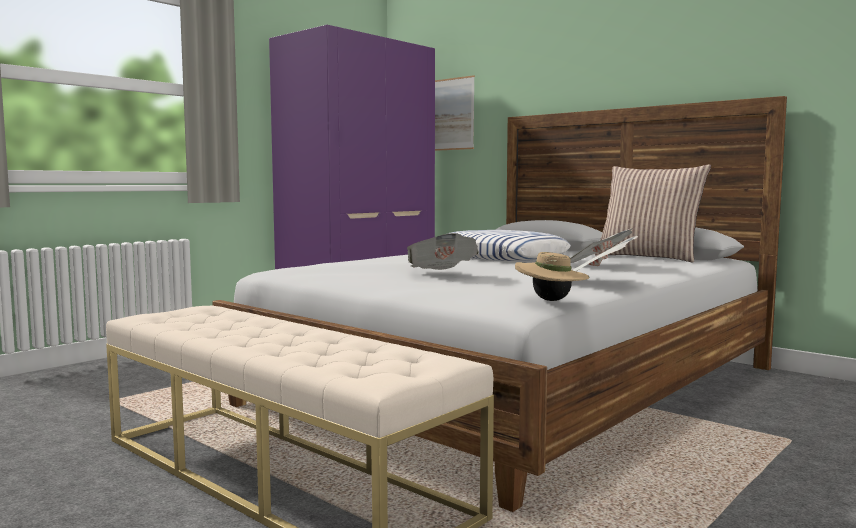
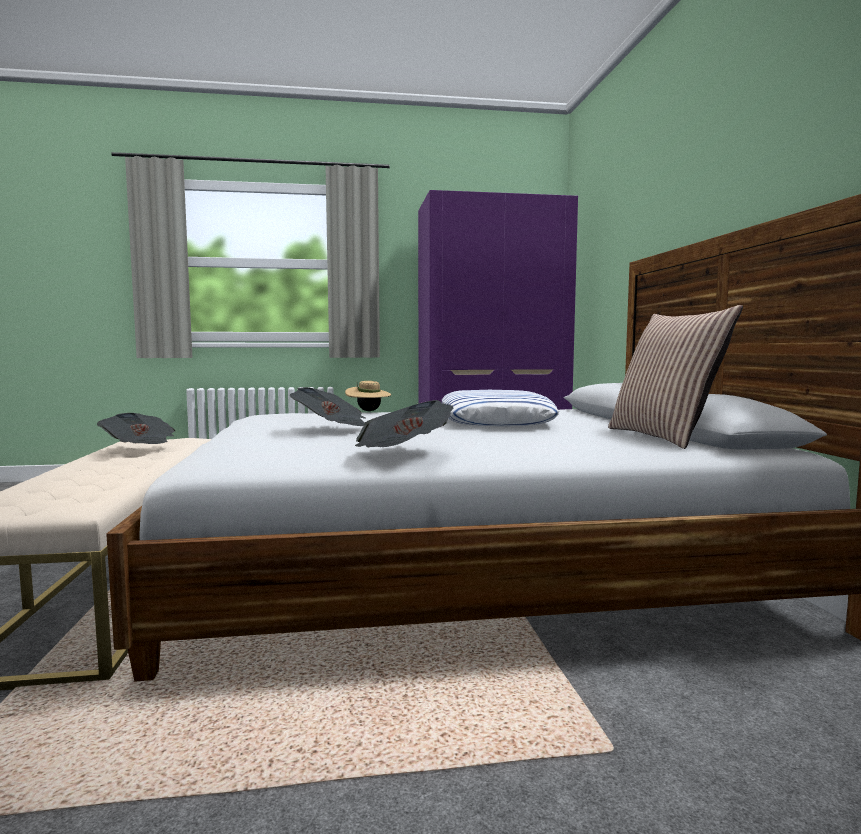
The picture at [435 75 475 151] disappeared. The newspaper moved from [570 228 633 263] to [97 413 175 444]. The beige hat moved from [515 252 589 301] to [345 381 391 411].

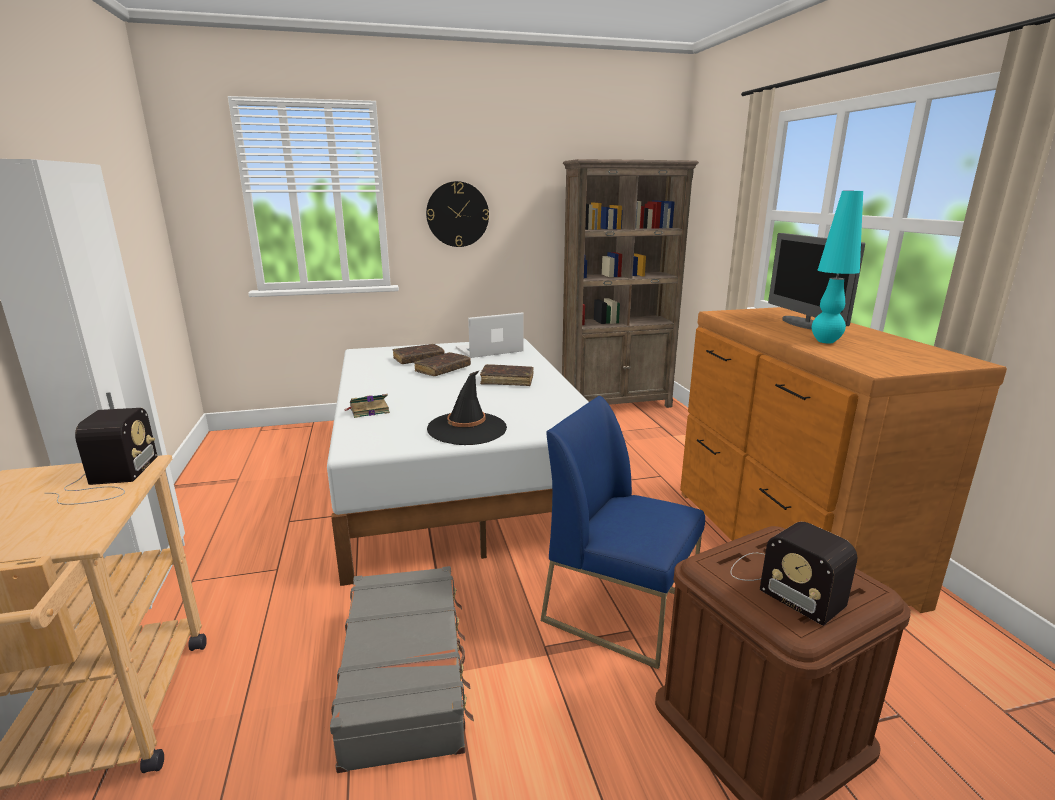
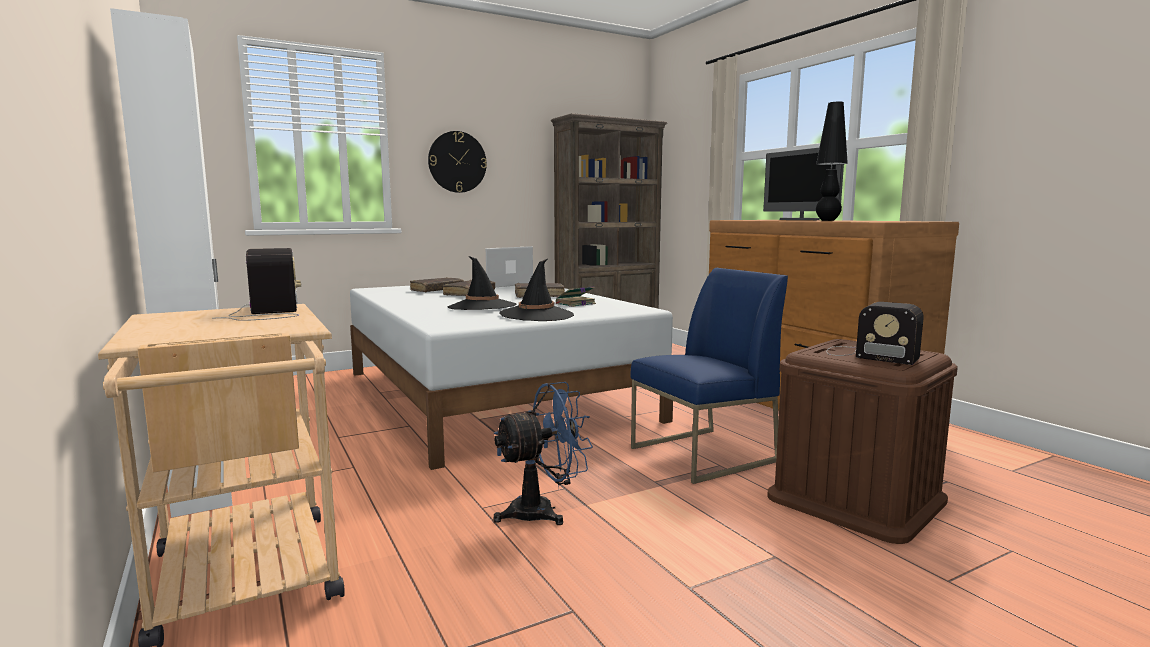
The turquoise table lamp at [812 191 863 344] became the black table lamp at [816 102 848 221]. The book moved from [344 394 390 418] to [556 287 596 307]. The blue chair at [541 396 705 669] turned 135 degrees clockwise. The grey suitcase at [330 566 474 773] was replaced by the blue fan at [493 382 593 525]. The black hat at [448 256 516 310] appeared.

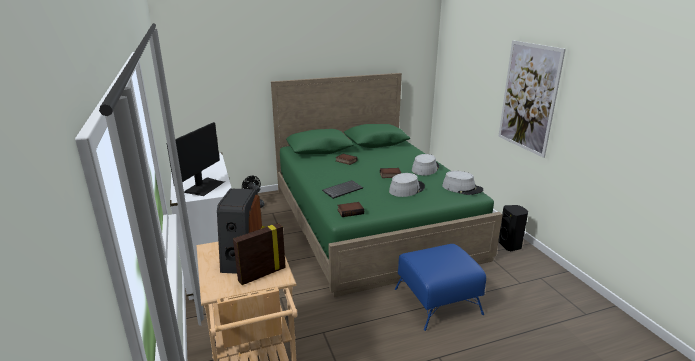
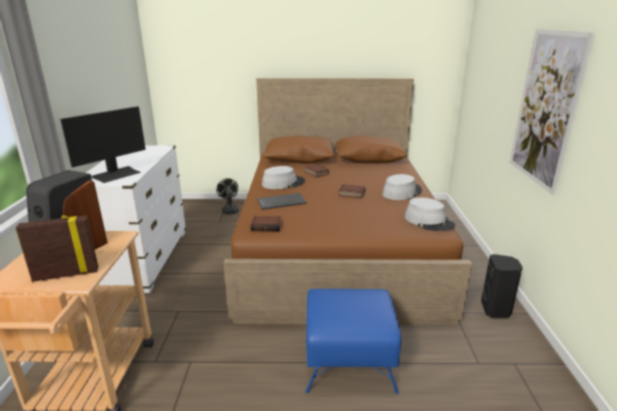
The green bed at [271 73 503 297] became the brown bed at [224 78 472 325]. The grey hat moved from [389 173 425 197] to [262 166 305 189].

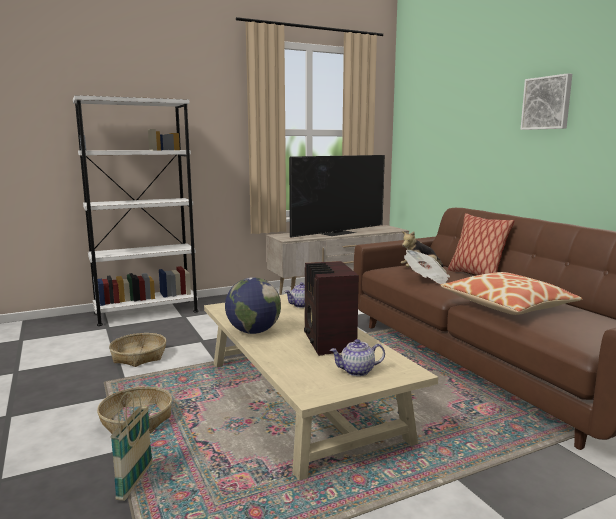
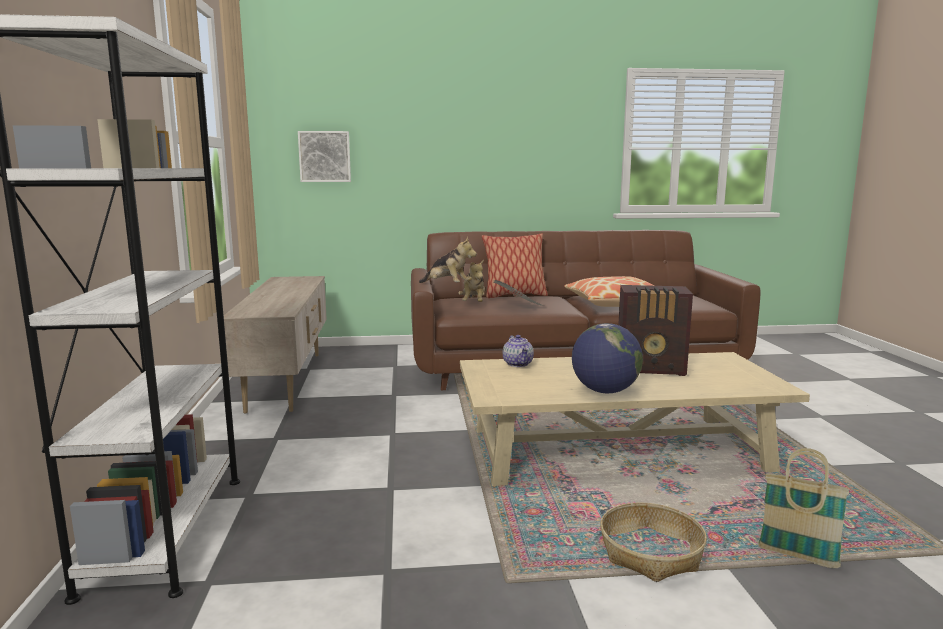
The picture moved from [520 73 572 130] to [298 131 351 182]. The television at [289 155 385 237] disappeared. The basket at [109 333 166 367] disappeared. The teapot at [330 339 385 376] disappeared. The plush toy at [419 237 477 283] appeared.

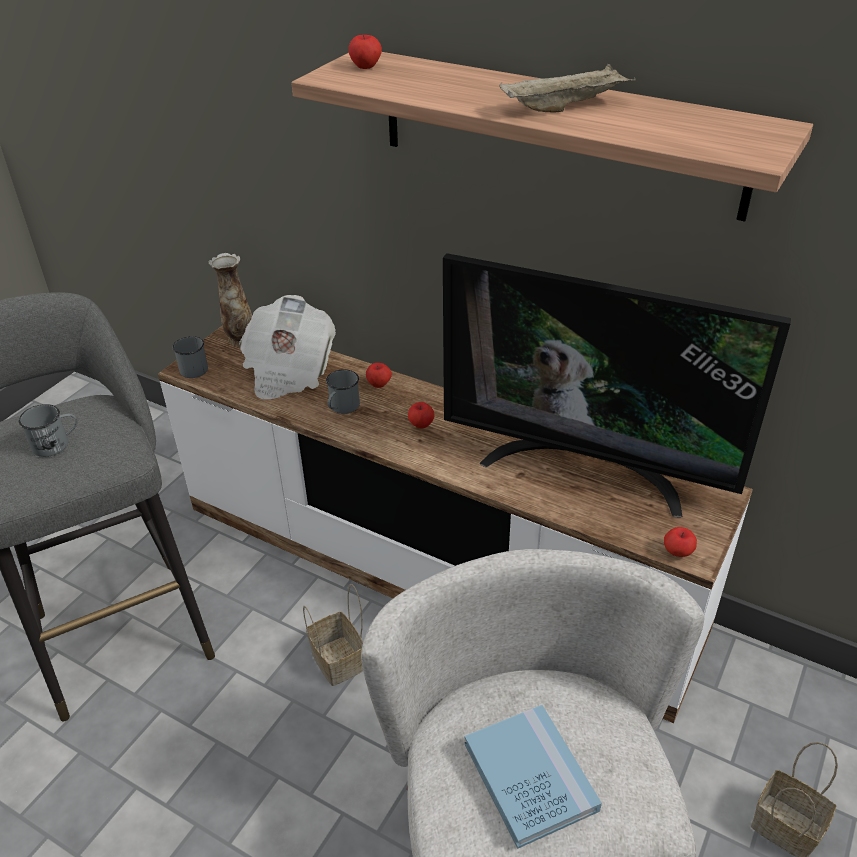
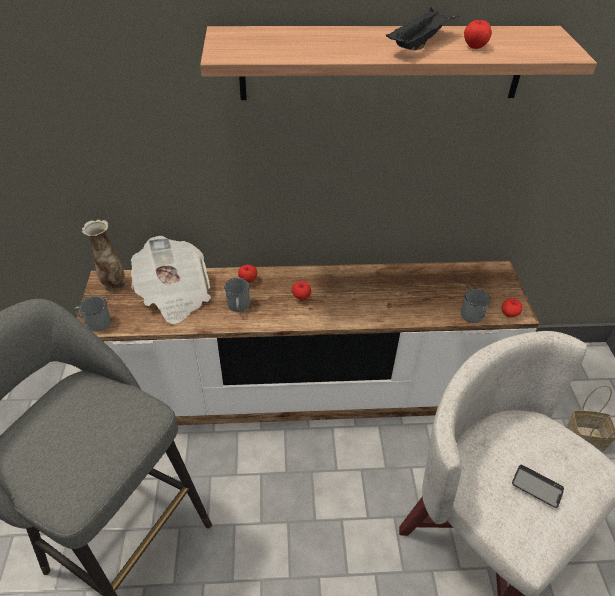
The apple moved from [349 35 382 69] to [464 20 492 49]. The beige tray at [499 64 636 113] became the black tray at [386 7 459 50]. The television at [443 253 791 517] disappeared. The grey mug moved from [19 404 77 457] to [461 289 491 323]. The basket at [303 584 363 686] disappeared. The blue book at [465 705 602 849] was replaced by the phone at [512 465 564 508].

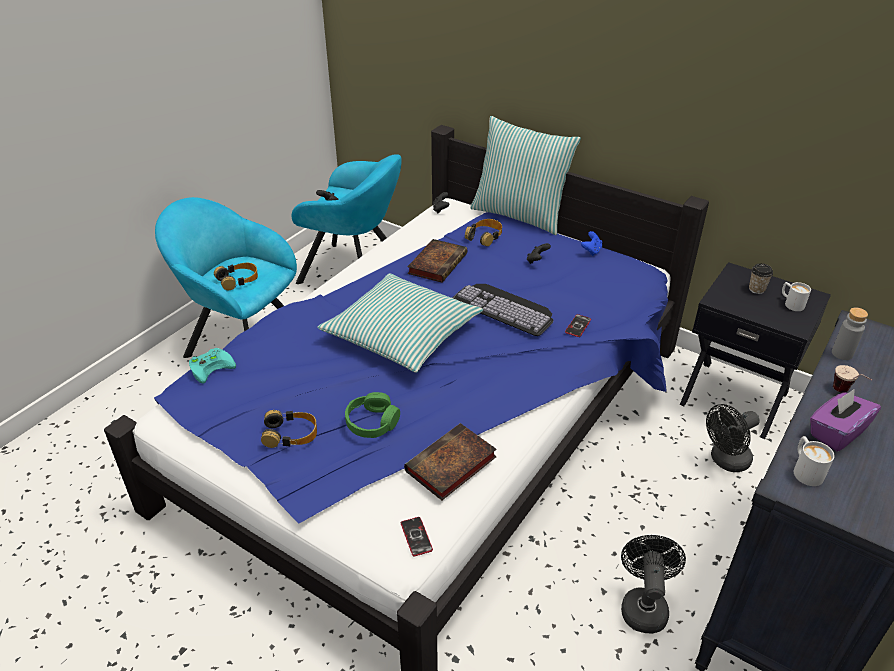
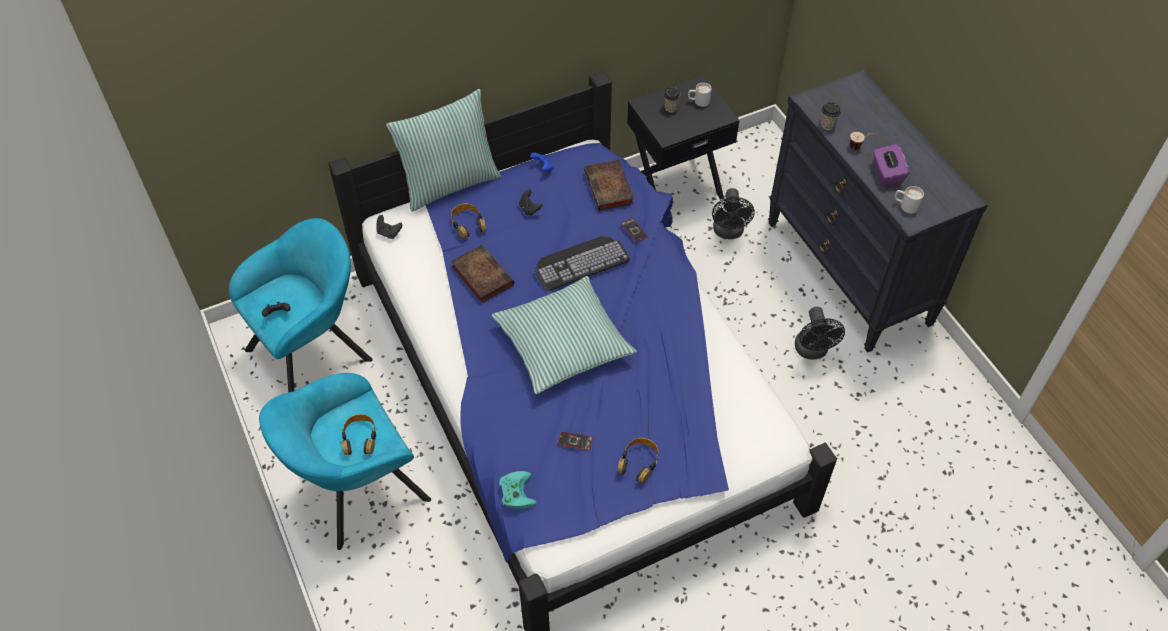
The grey bottle at [832 308 868 360] was replaced by the cup at [821 102 841 130]. The green headphones at [345 392 400 438] disappeared. The book moved from [404 423 497 500] to [584 160 634 211]. The phone moved from [401 517 433 556] to [558 432 593 450]. The black fan at [621 535 686 633] turned 135 degrees counterclockwise.

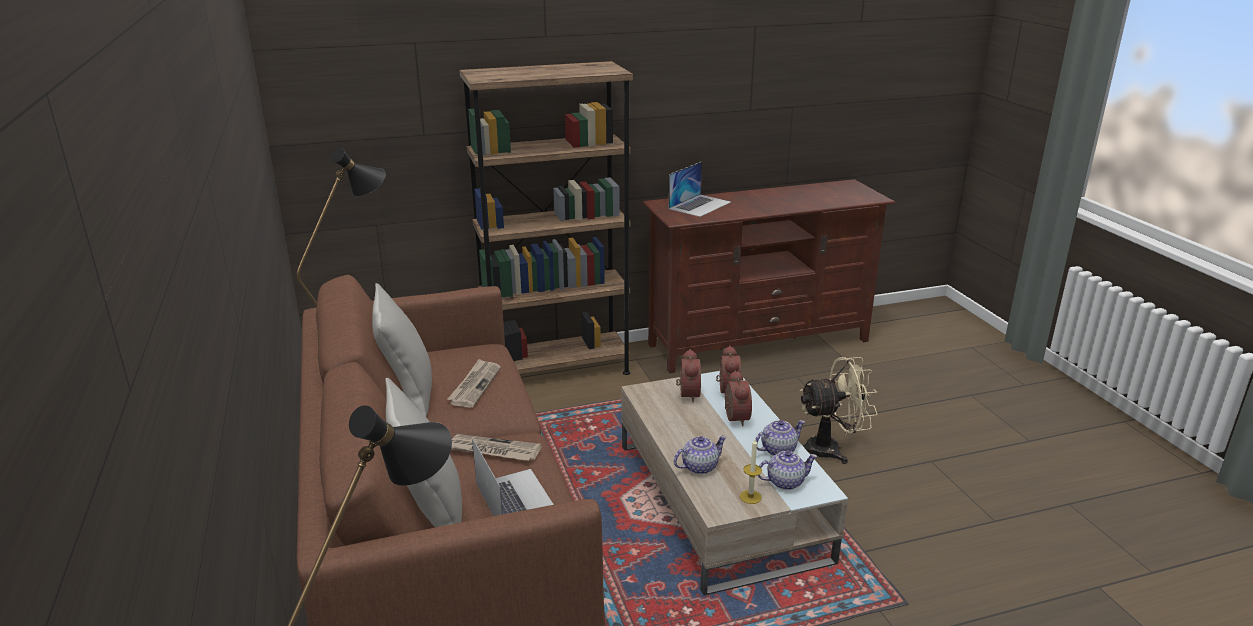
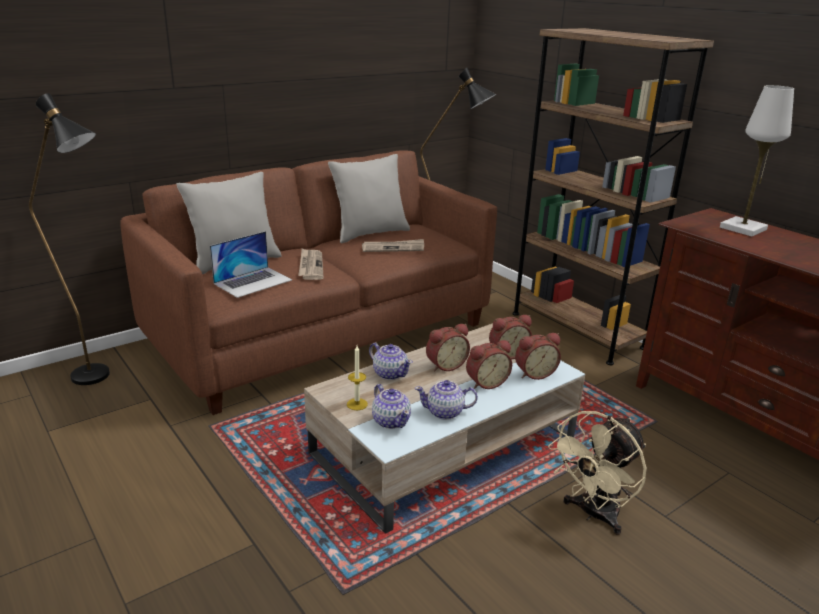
The laptop at [669 161 731 217] was replaced by the white table lamp at [720 85 794 237]. The beige fan at [800 357 878 464] turned 75 degrees clockwise. The teapot at [756 420 805 456] turned 135 degrees clockwise. The alarm clock at [426 324 470 371] appeared.

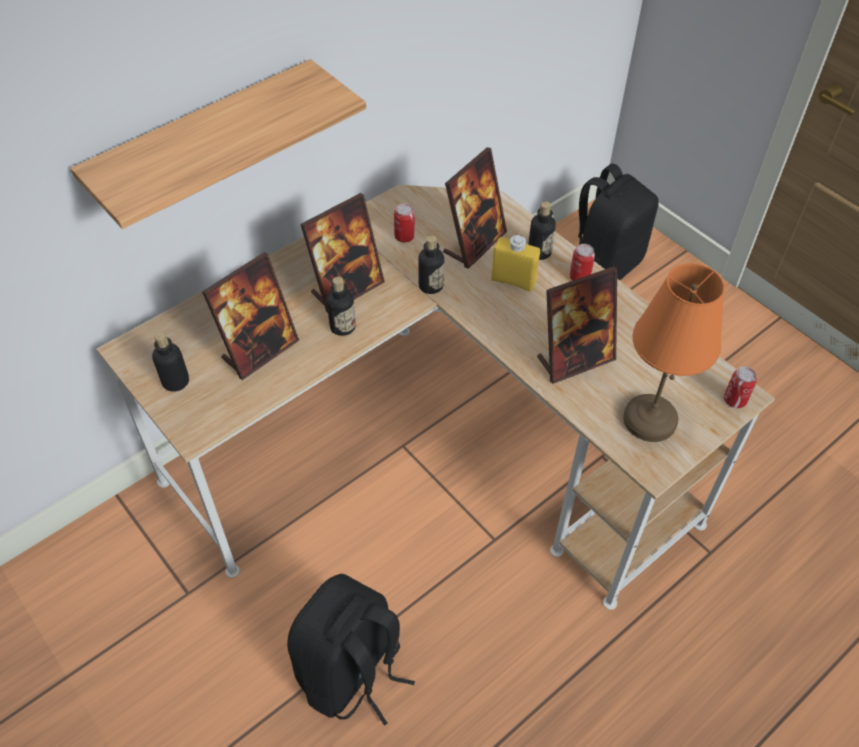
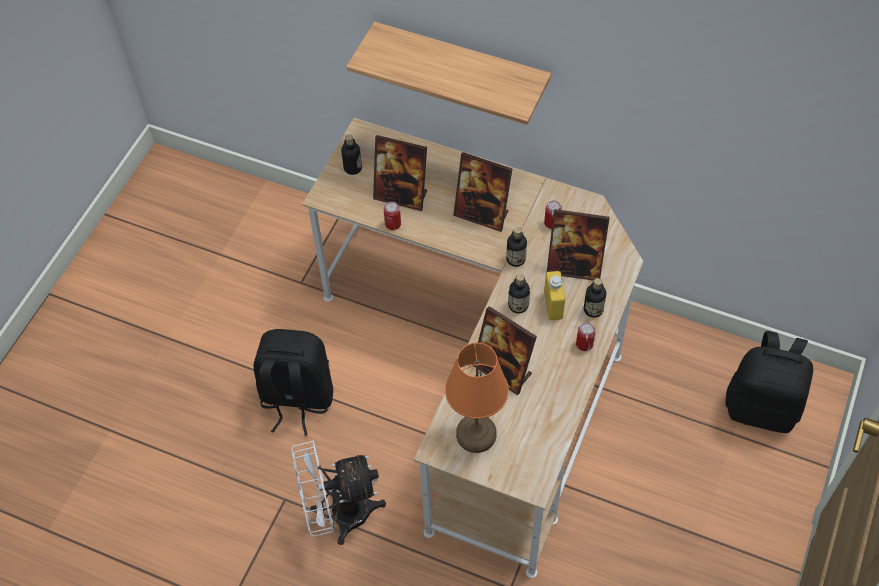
The bottle moved from [327 277 356 336] to [508 274 530 313]. The can moved from [724 366 757 408] to [384 202 401 230]. The white fan at [291 440 386 545] appeared.

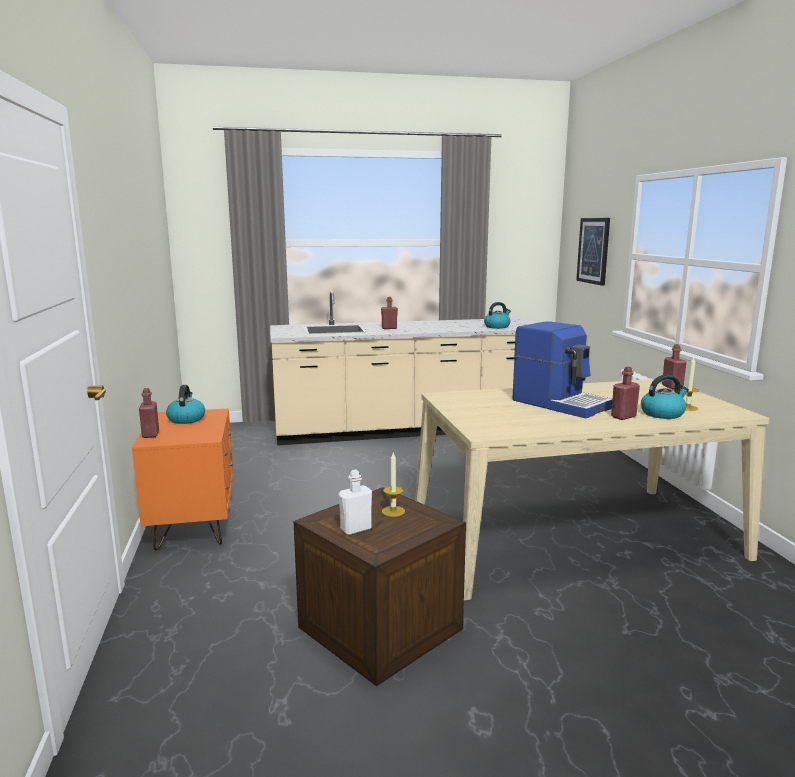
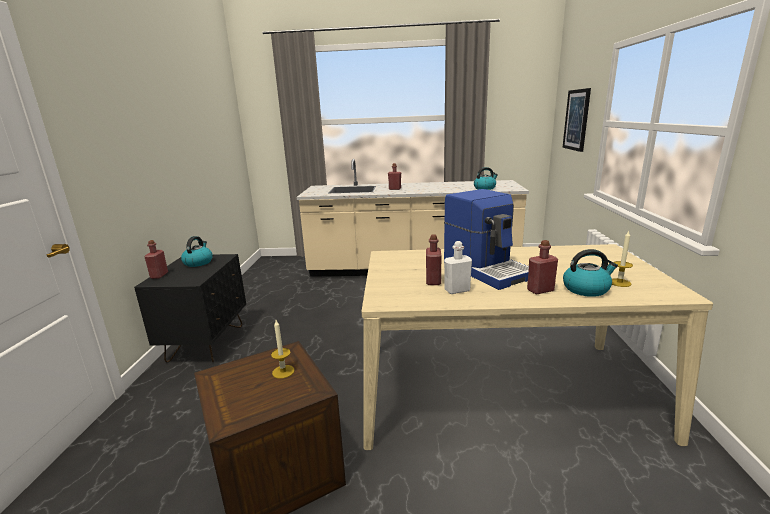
The red bottle moved from [662 344 687 390] to [426 234 441 285]. The orange nightstand at [132 408 233 550] became the black nightstand at [134 254 246 362]. The white bottle moved from [339 470 372 535] to [444 241 472 294].

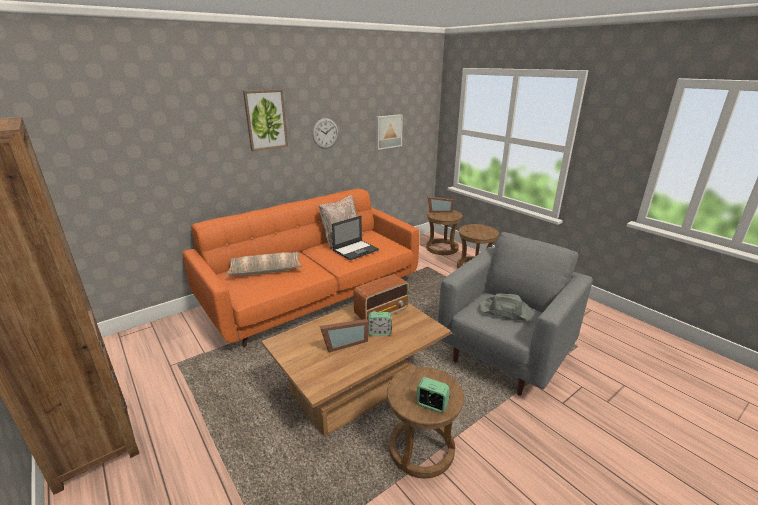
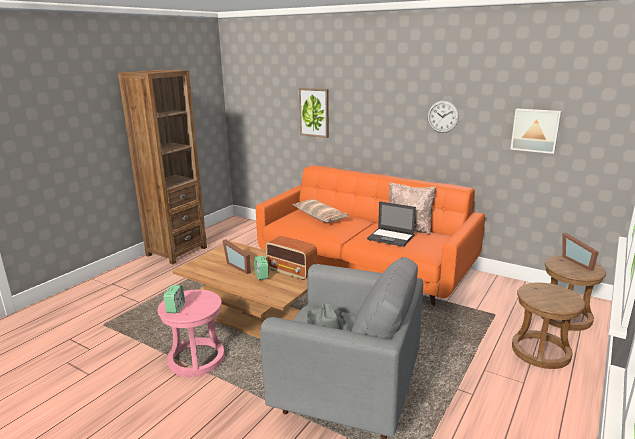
The picture moved from [243 89 288 151] to [299 88 329 138]. The brown stool at [387 367 464 478] became the pink stool at [158 289 224 377].

